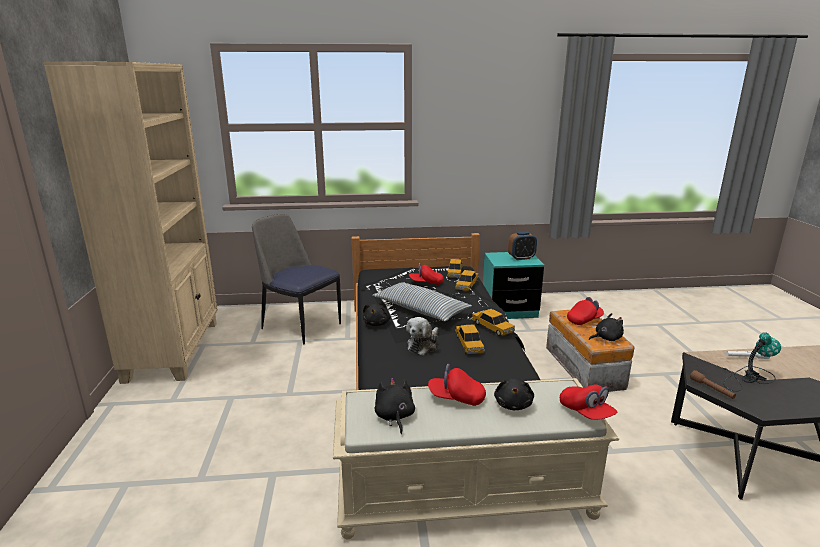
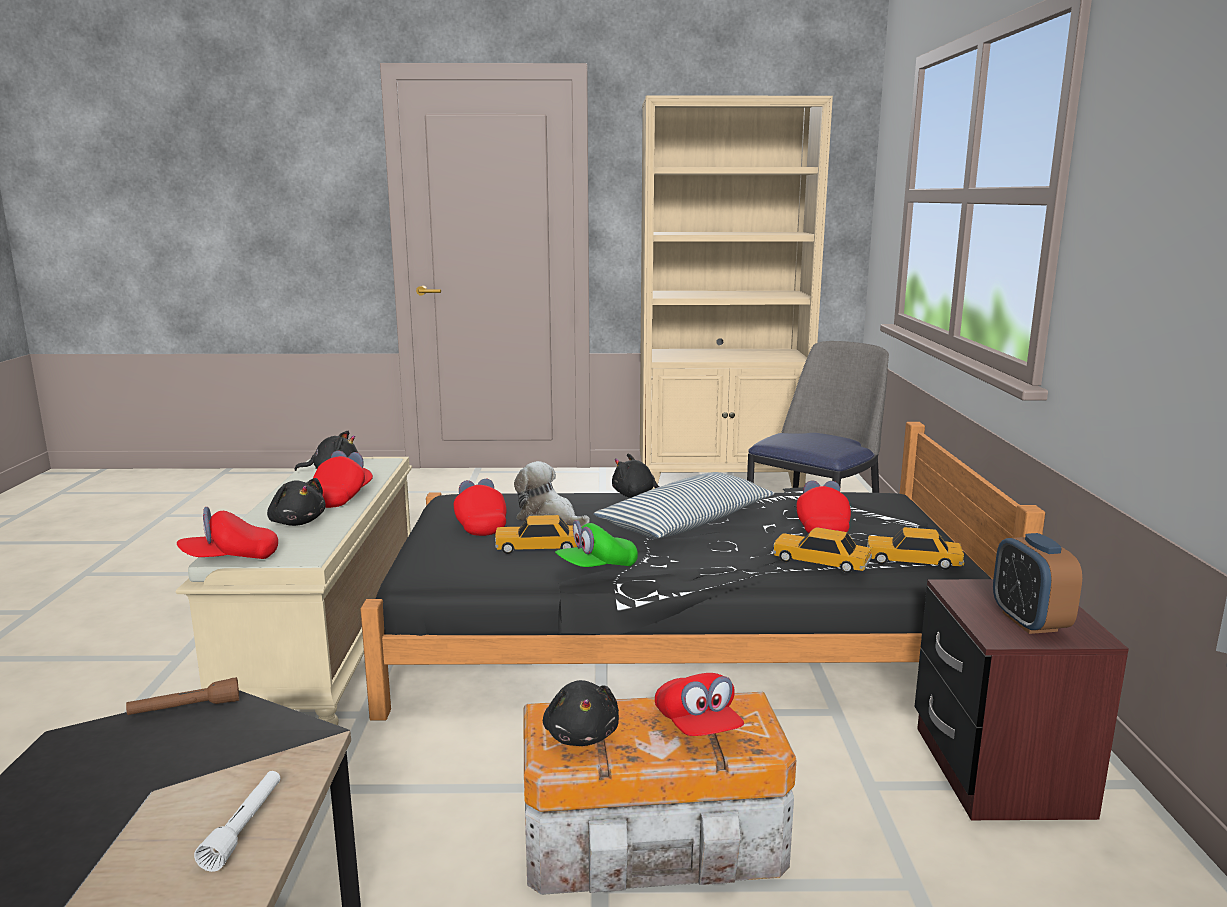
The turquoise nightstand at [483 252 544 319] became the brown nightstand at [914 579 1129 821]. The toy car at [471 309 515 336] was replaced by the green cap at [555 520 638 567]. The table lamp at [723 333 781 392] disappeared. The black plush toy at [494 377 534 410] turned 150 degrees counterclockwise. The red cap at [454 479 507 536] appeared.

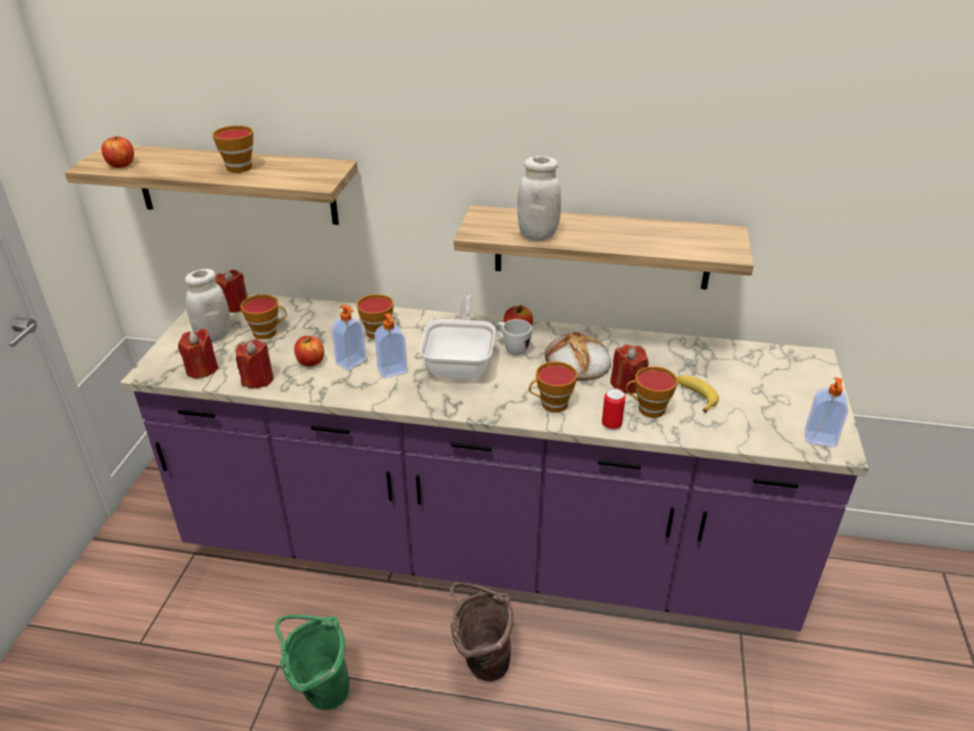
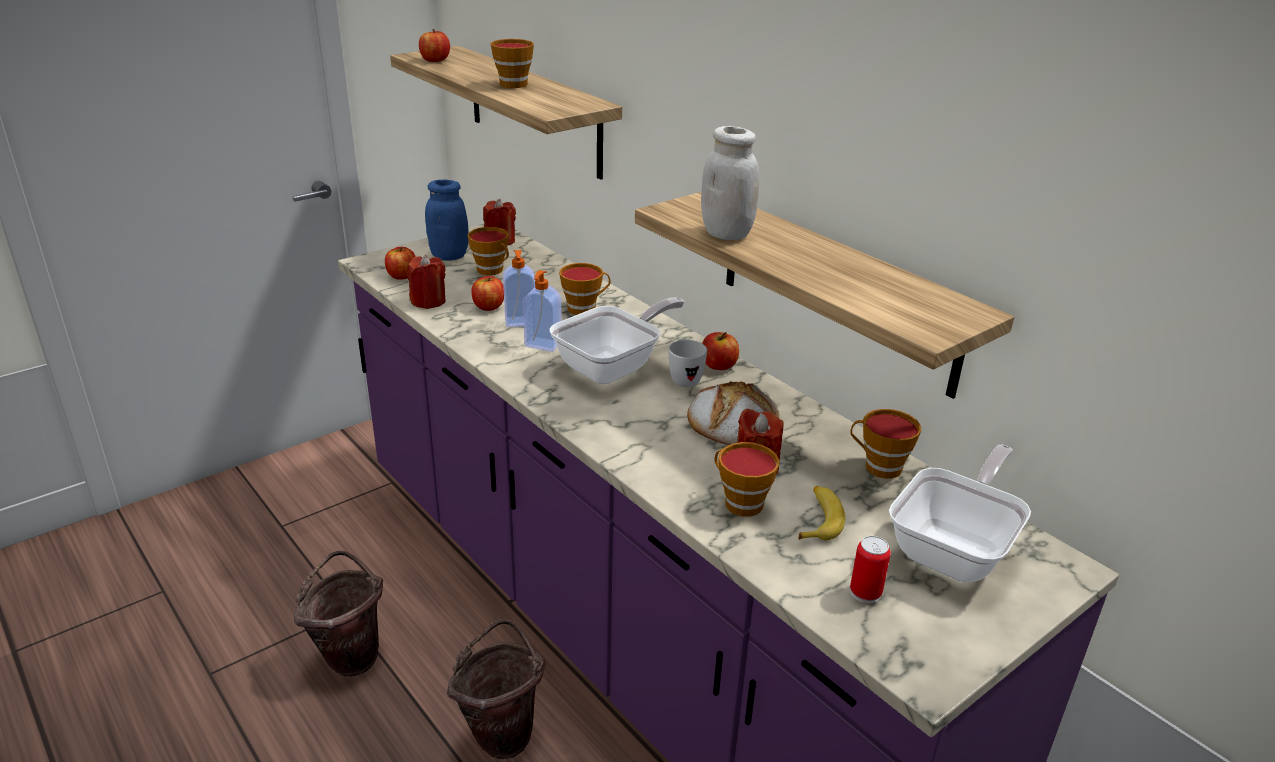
The white jar at [185 269 230 342] became the blue jar at [425 180 469 261]. The red candle at [178 329 219 379] was replaced by the apple at [385 247 416 280]. The cup moved from [529 362 578 412] to [850 409 921 479]. The soap dispenser at [805 377 848 447] disappeared. The can moved from [602 388 625 431] to [850 536 891 604]. The green bucket at [275 614 350 710] became the brown bucket at [294 551 383 677]. The frying pan at [889 445 1031 582] appeared.

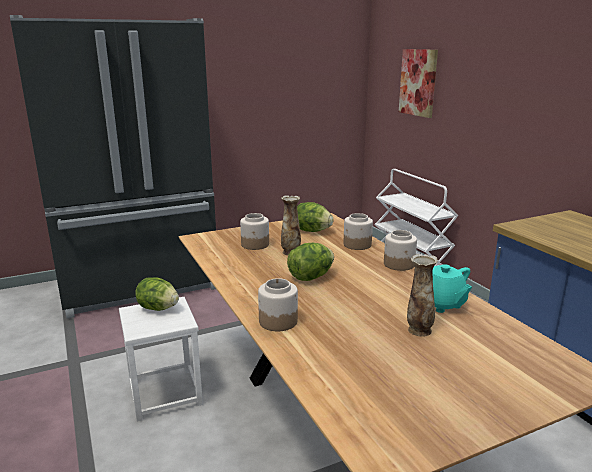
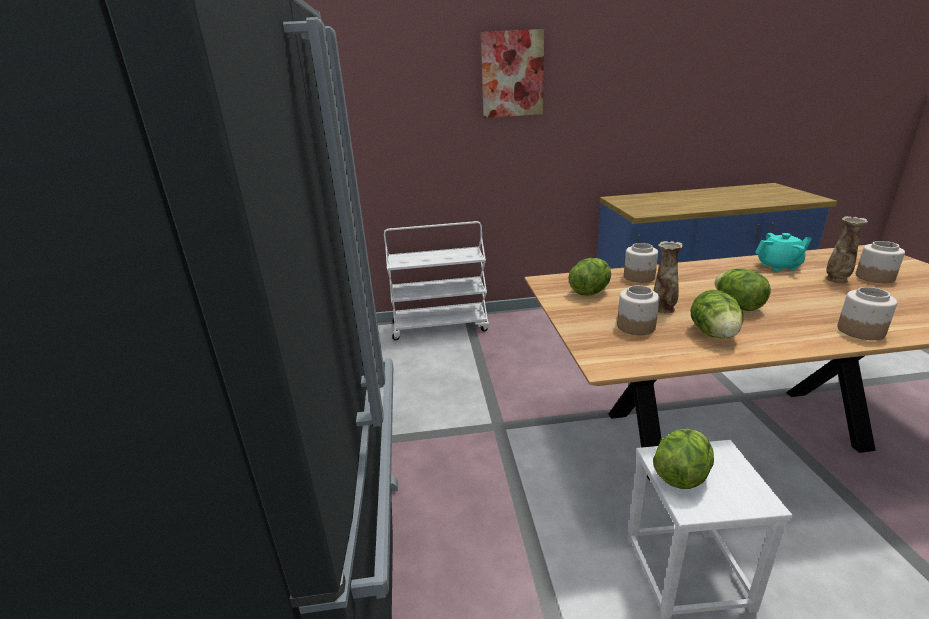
The picture moved from [399 49 438 118] to [481 29 544 118]. The jar moved from [384 230 417 271] to [856 241 905 283]. The lettuce at [691 290 743 338] appeared.

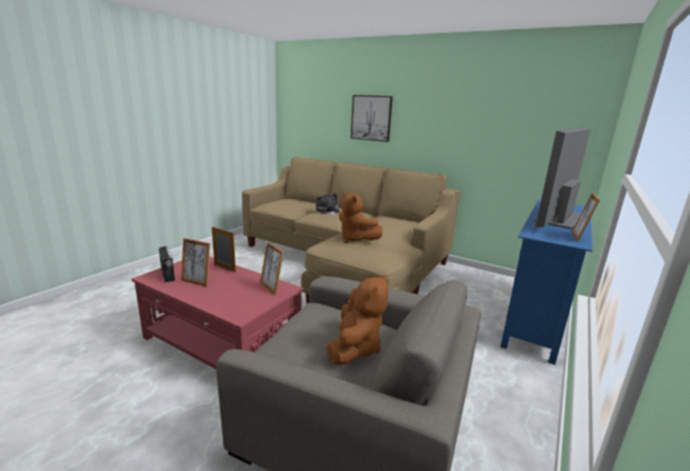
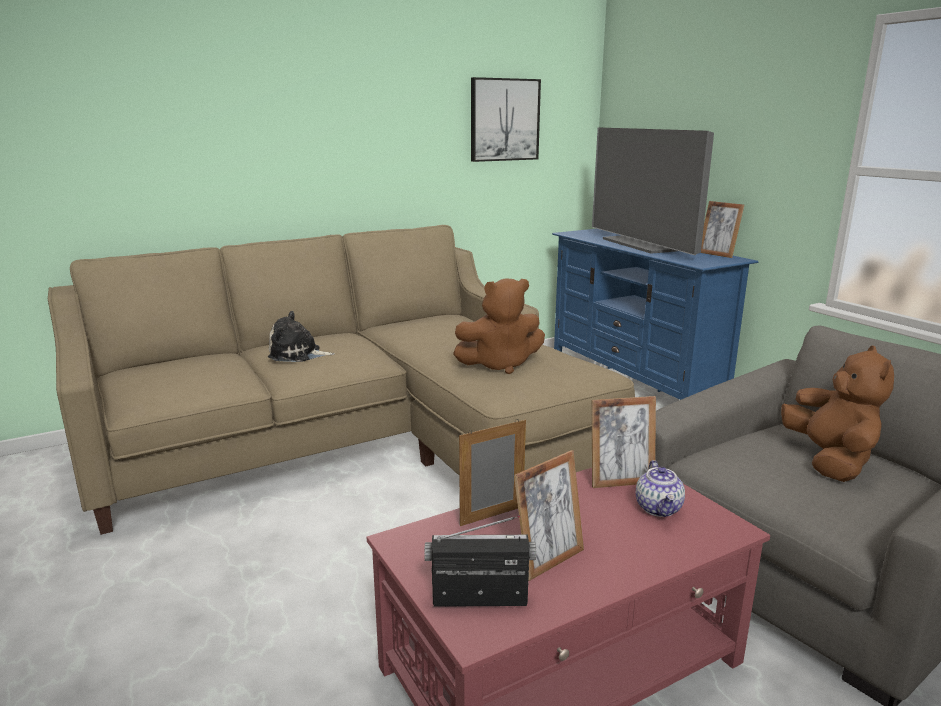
The picture moved from [351 95 393 142] to [471 77 541 162]. The brown plush toy at [326 274 389 365] turned 45 degrees clockwise. The teapot at [636 460 685 517] appeared.

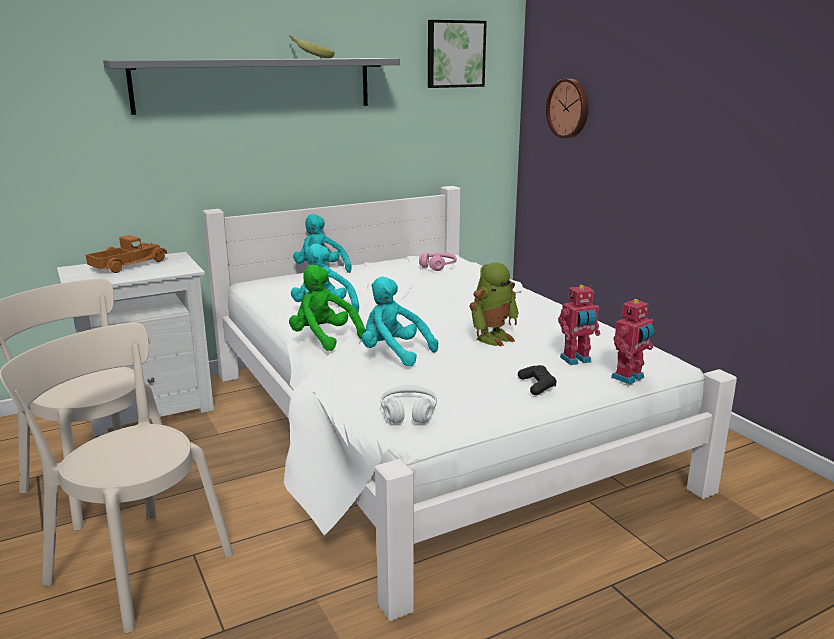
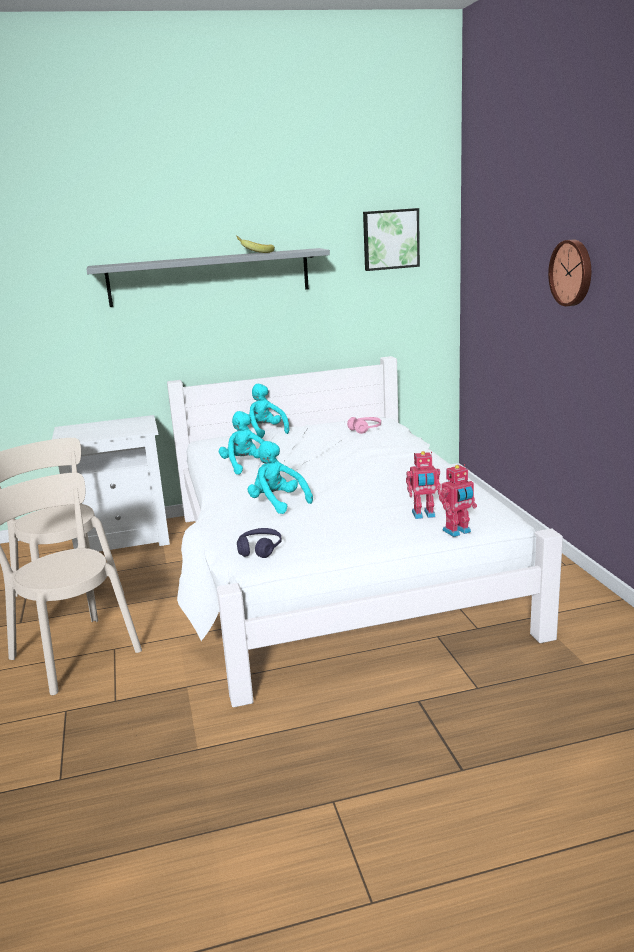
The wall clock moved from [546 79 589 138] to [548 240 591 306]. The toy truck at [86 235 167 273] disappeared. The toy robot at [470 262 519 346] disappeared. The green plush toy at [289 265 366 351] disappeared. The black game controller at [518 365 557 395] disappeared. The white headphones at [381 385 437 424] became the purple headphones at [237 528 282 558].

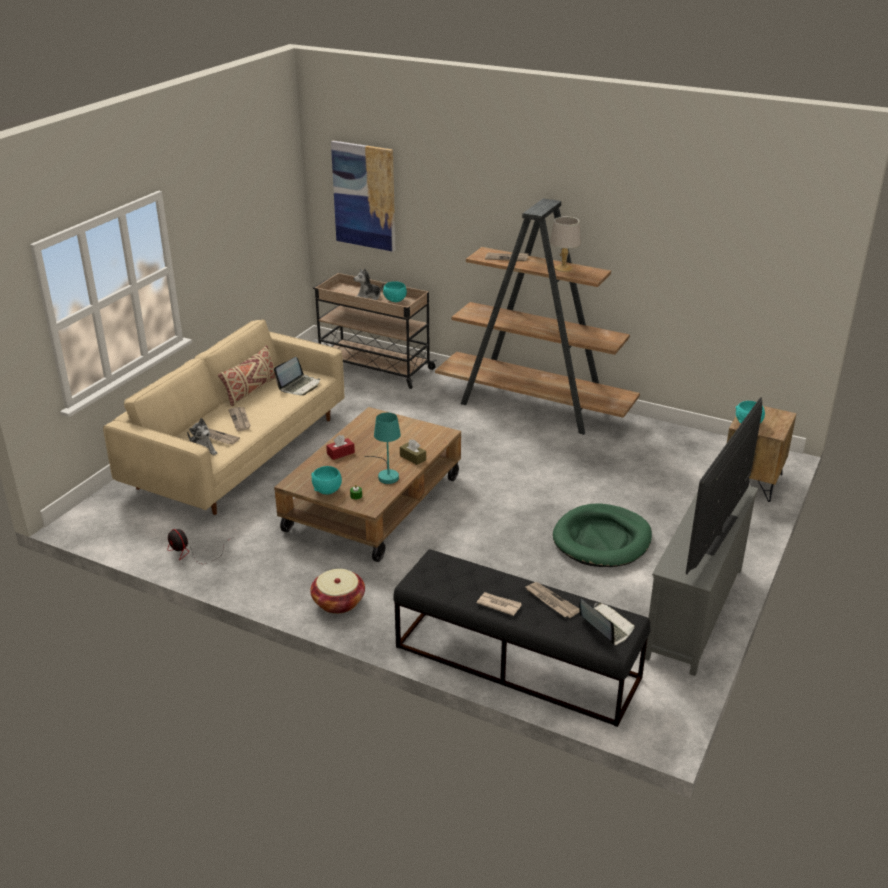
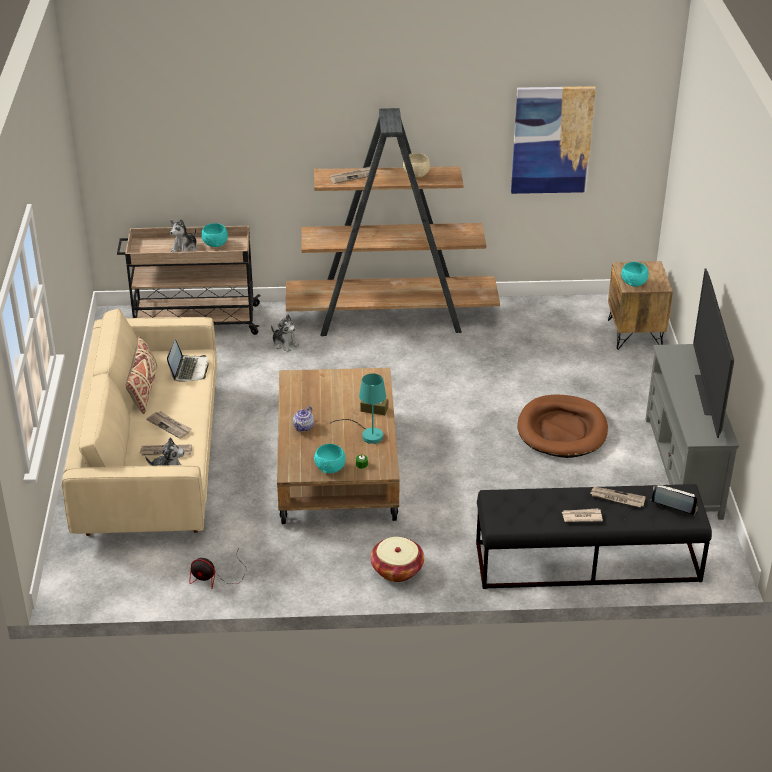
The picture moved from [331 141 395 252] to [511 86 596 194]. The grey table lamp at [550 216 581 272] was replaced by the beige bowl at [403 153 430 178]. The red tissue box at [326 435 355 460] was replaced by the teapot at [293 406 314 432]. The green dog bed at [553 503 652 567] became the brown dog bed at [518 394 608 458]. The plush toy at [271 314 300 352] appeared.

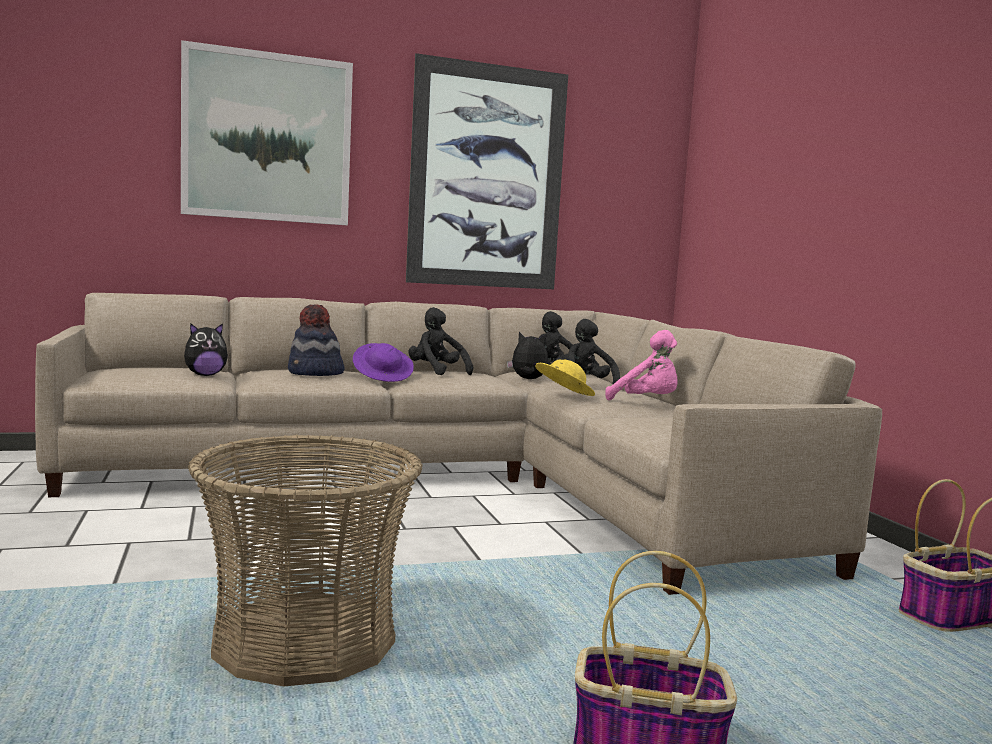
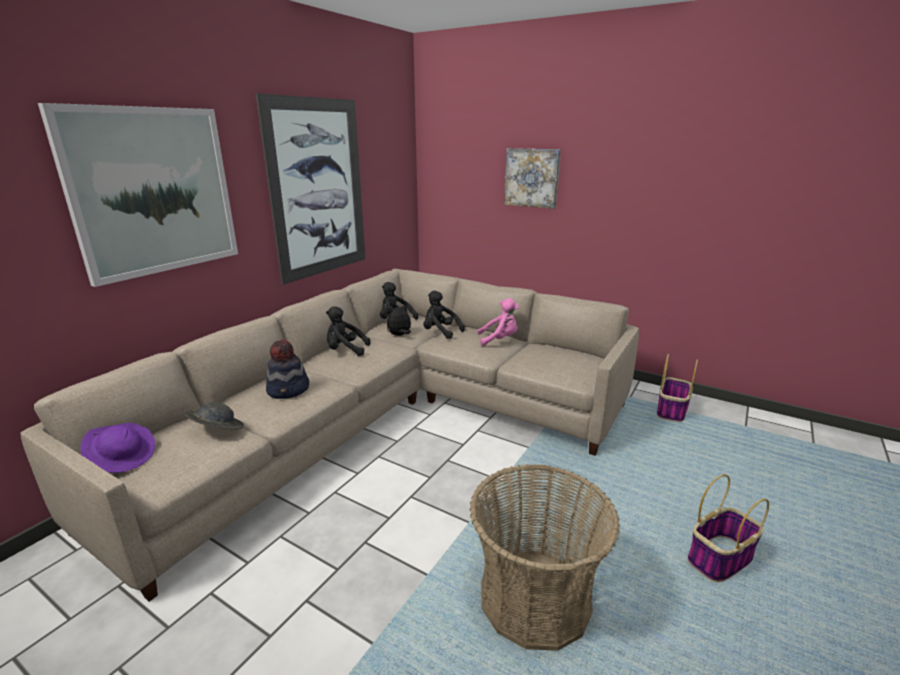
The plush toy at [184 323 228 376] was replaced by the grey hat at [184 402 244 430]. The purple hat moved from [353 343 414 382] to [80 423 155 473]. The yellow hat at [536 360 595 396] disappeared. The picture at [504 148 561 209] appeared.

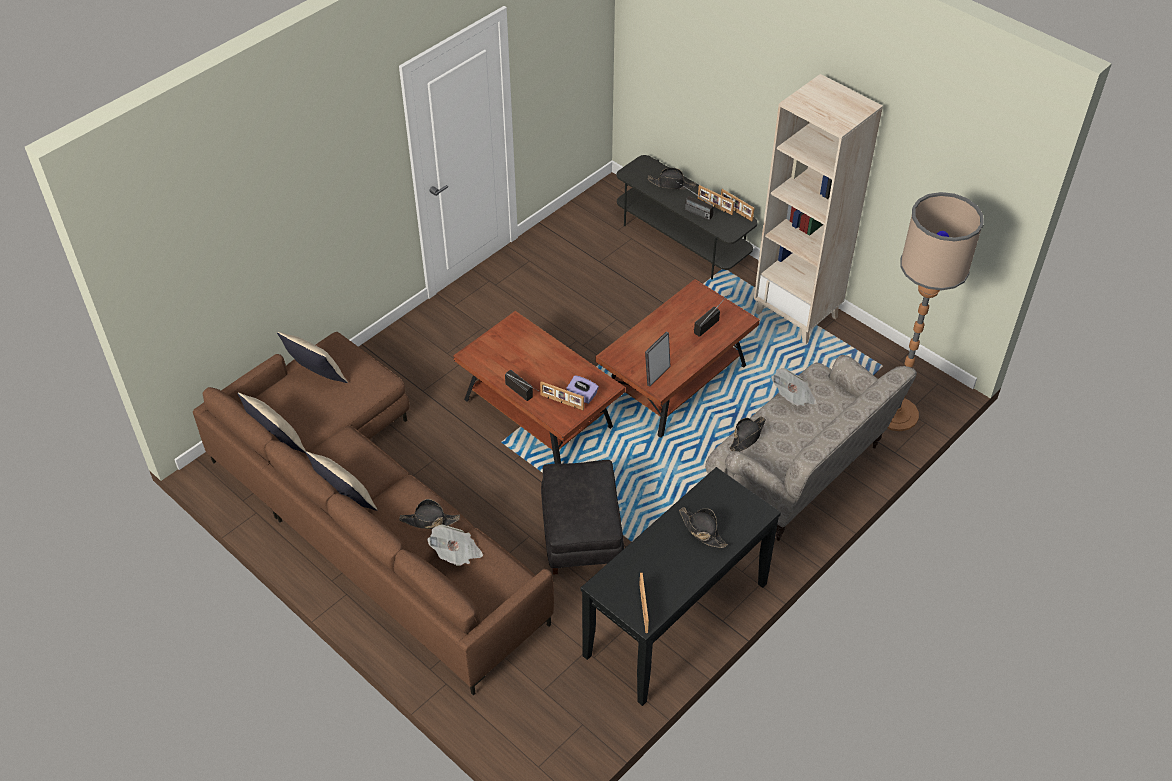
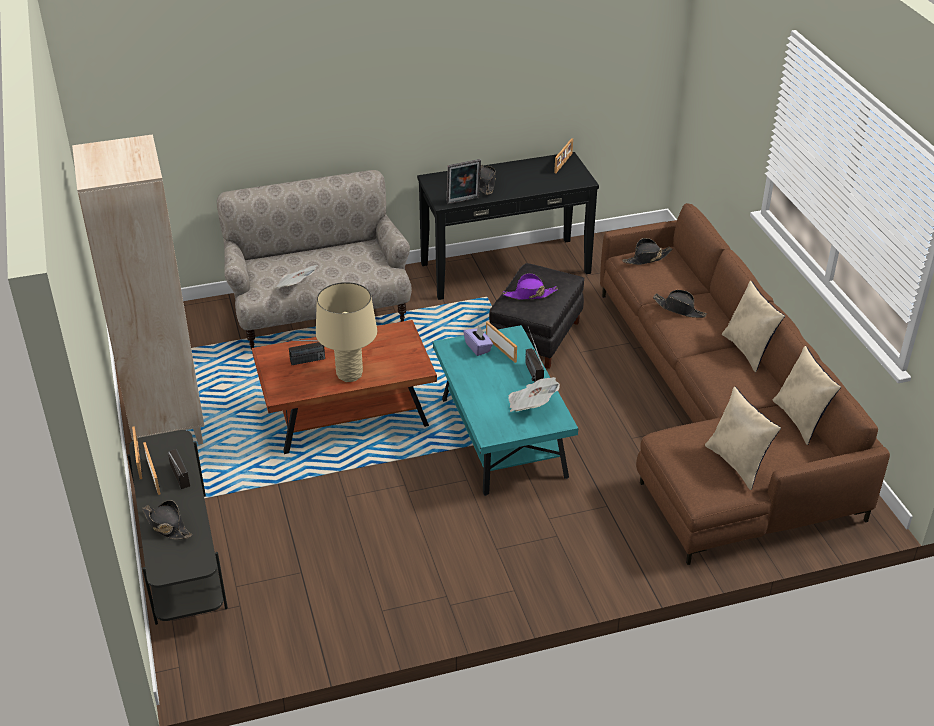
The floor lamp at [887 192 984 431] disappeared. The brown coffee table at [453 311 625 464] became the turquoise coffee table at [433 325 578 496]. The picture frame moved from [645 332 670 387] to [447 159 481 204]. The black hat moved from [729 416 766 452] to [622 238 673 265]. The newspaper moved from [427 525 483 566] to [509 377 560 412]. The purple hat at [503 273 558 300] appeared. The beige table lamp at [316 282 377 382] appeared.

